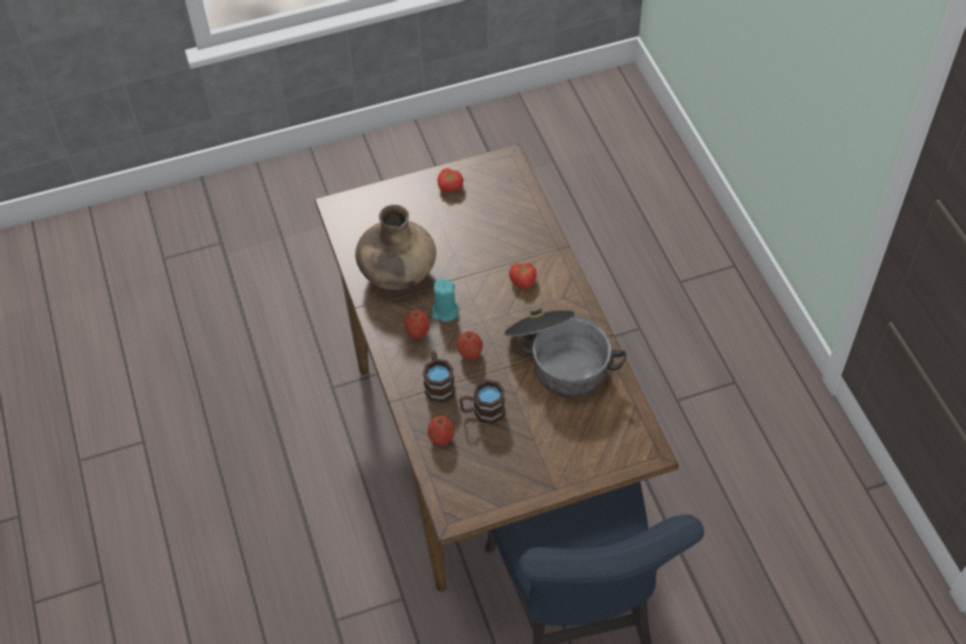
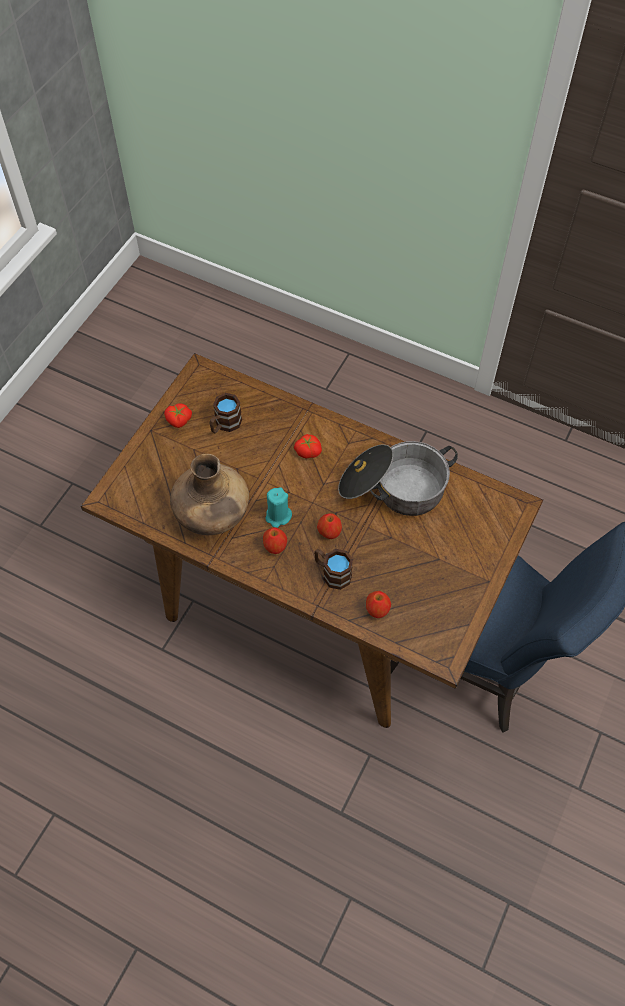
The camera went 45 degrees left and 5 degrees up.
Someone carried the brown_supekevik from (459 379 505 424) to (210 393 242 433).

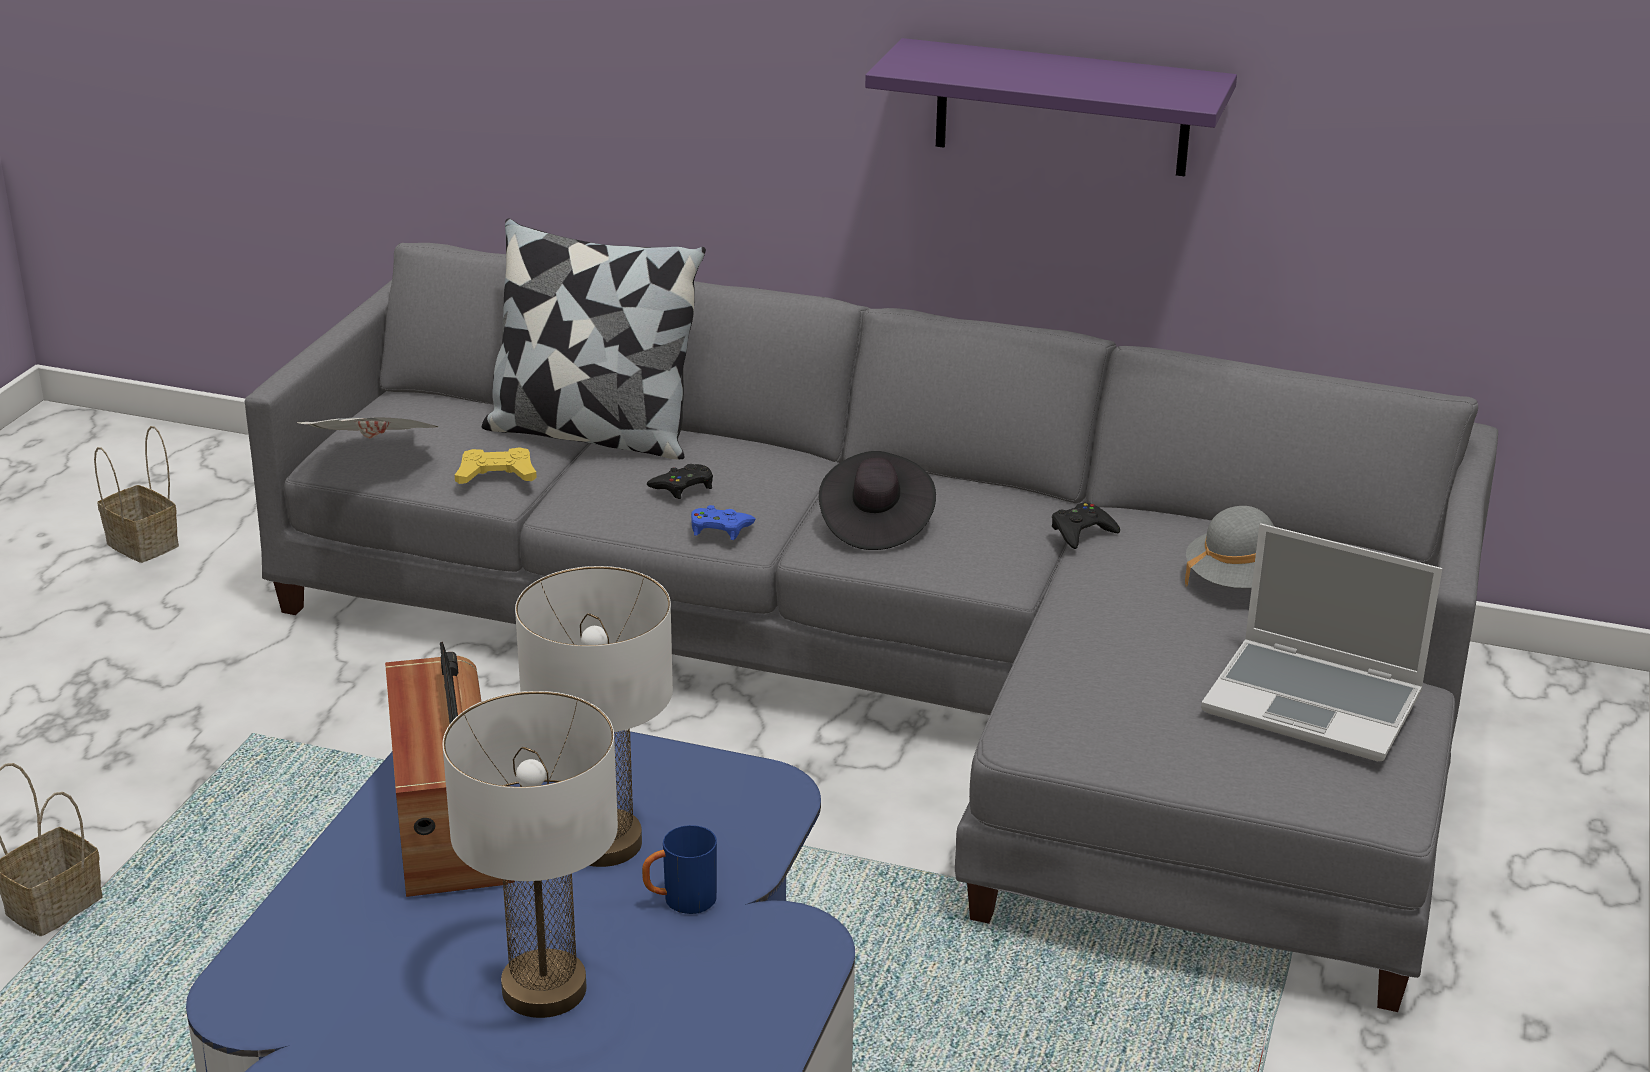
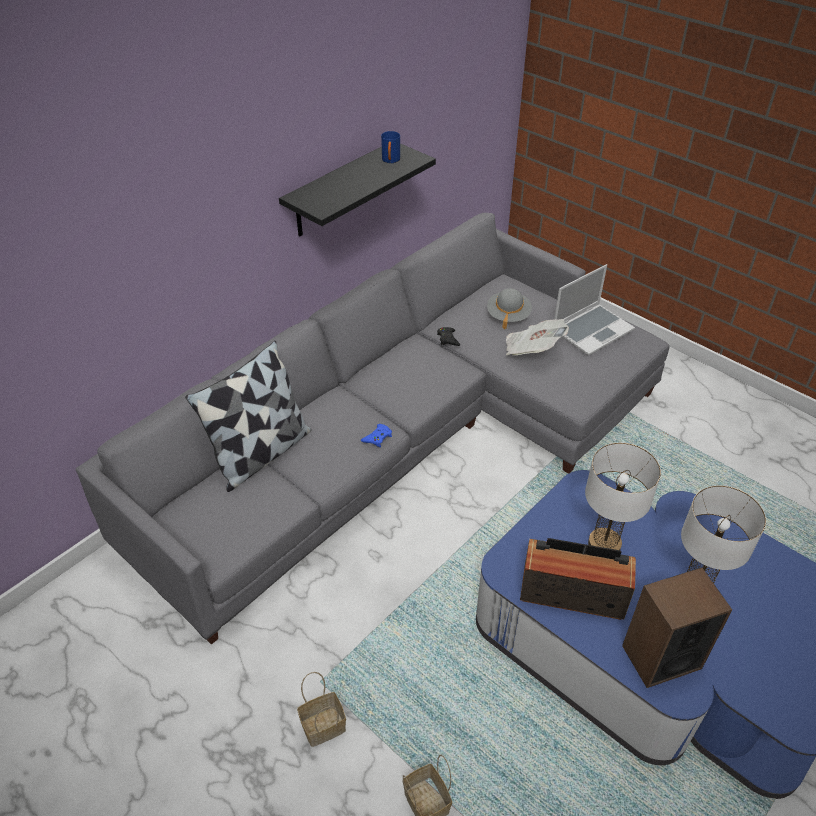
The camera went 65 degrees left and 15 degrees up.
Someone repainted the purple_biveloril at (865 38 1237 176), which became the black_biveloril at (279 143 436 237).
Someone carried the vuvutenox from (94 426 179 563) to (297 672 346 747).
Someone carried the blue_supekevik from (642 825 717 914) to (381 131 400 163).
Someone carried the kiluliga from (297 417 438 438) to (506 319 569 355).
Someone put down the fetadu at (622 568 732 688).
Someone took away the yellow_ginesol at (455 447 537 484).
Someone took away the black_ginesol at (647 464 713 499).
Someone took away the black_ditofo at (819 451 936 550).

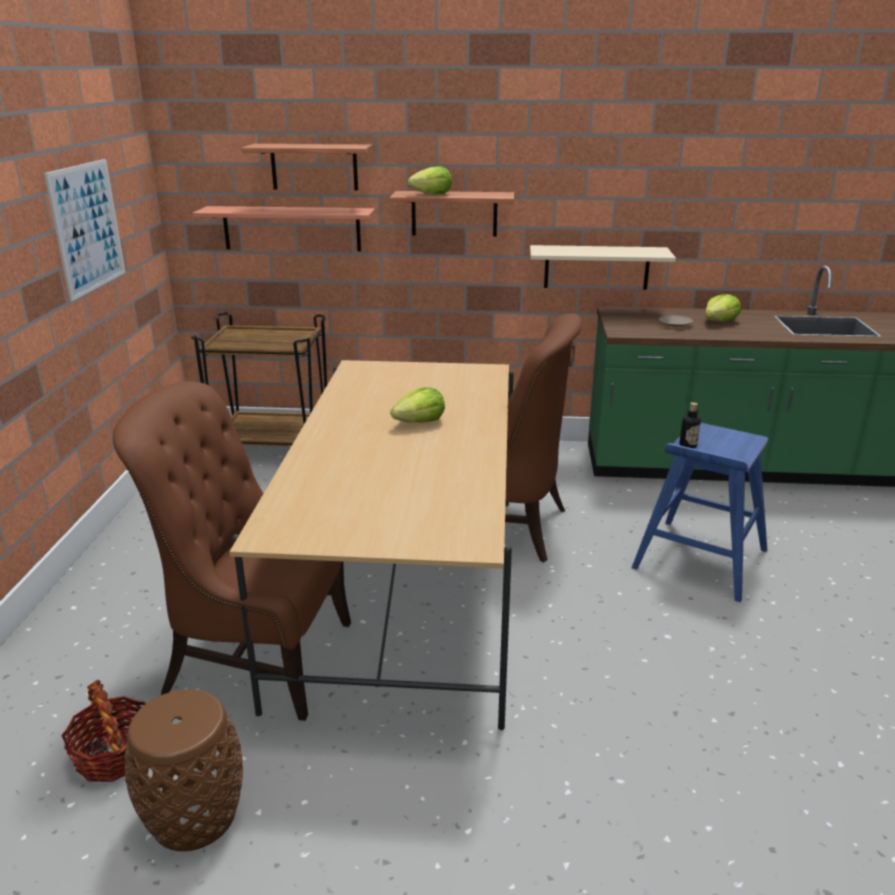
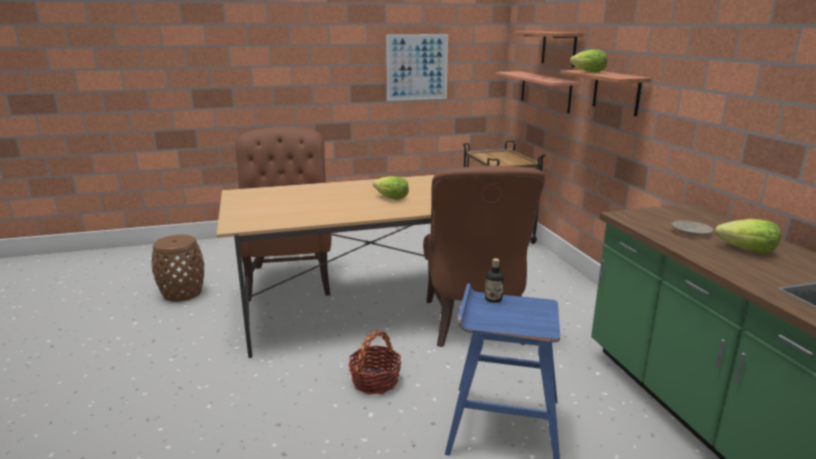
The camera went 70 degrees right and 5 degrees down.
Someone carried the vuvutenox from (61 680 146 782) to (348 330 402 394).
Someone took away the beige_biveloril at (530 245 676 290).

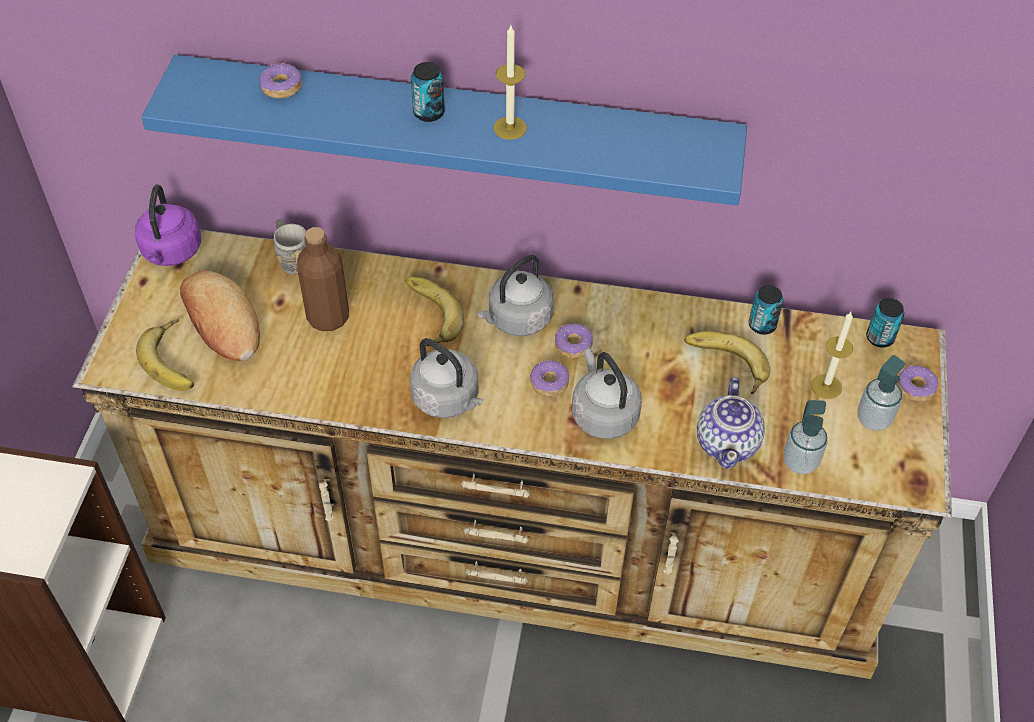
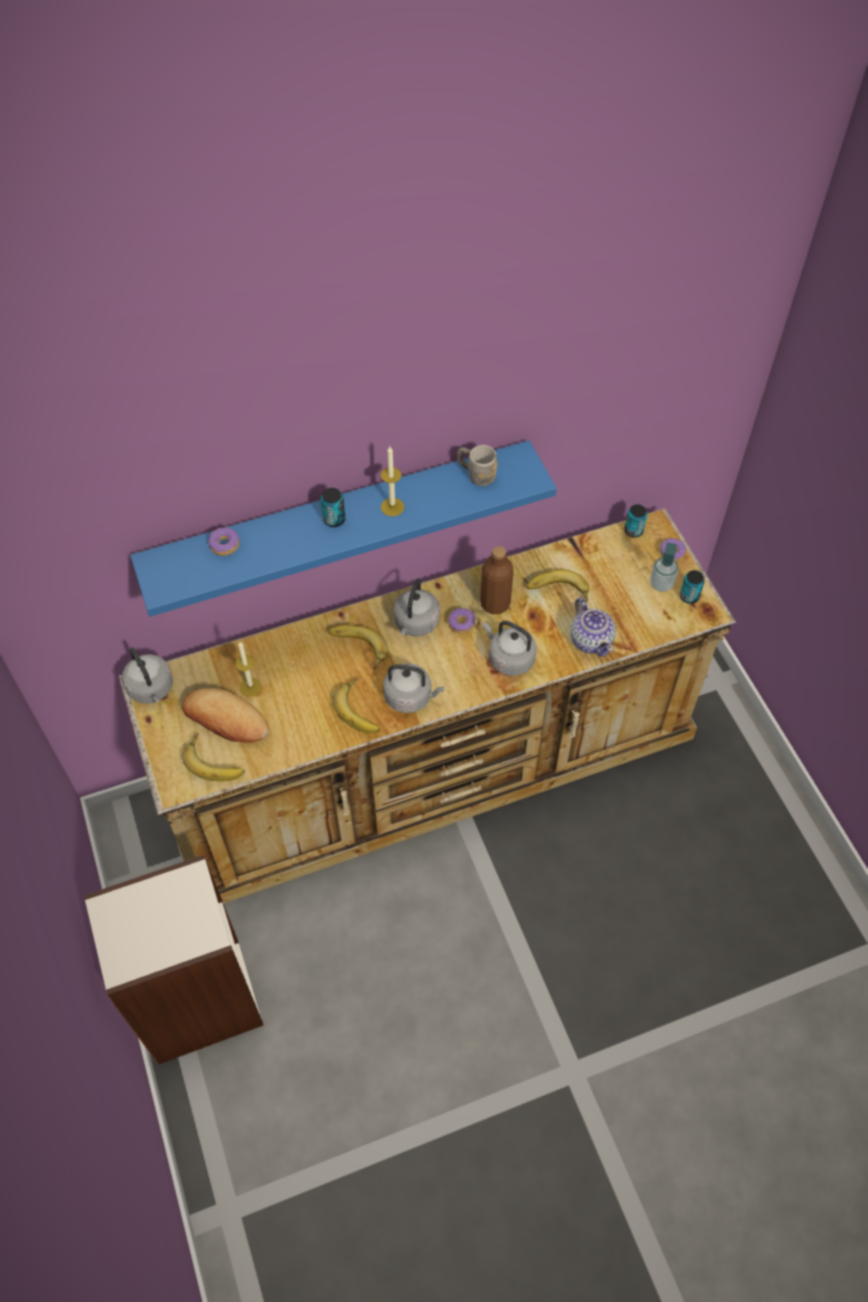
The camera went 30 degrees left and 5 degrees up.
Someone repainted the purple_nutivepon at (135 185 201 266), which became the grey_nutivepon at (122 647 173 704).
Someone carried the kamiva from (811 312 853 399) to (235 642 262 697).
Someone put down the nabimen at (333 678 380 734).
Someone carried the grey_supekevik from (274 219 306 275) to (457 445 498 486).
Someone carried the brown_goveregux from (297 227 349 331) to (480 546 514 614).
Someone carried the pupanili from (749 285 783 335) to (680 570 705 604).
Someone took away the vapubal at (530 360 569 397).
Someone took away the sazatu at (783 400 828 474).

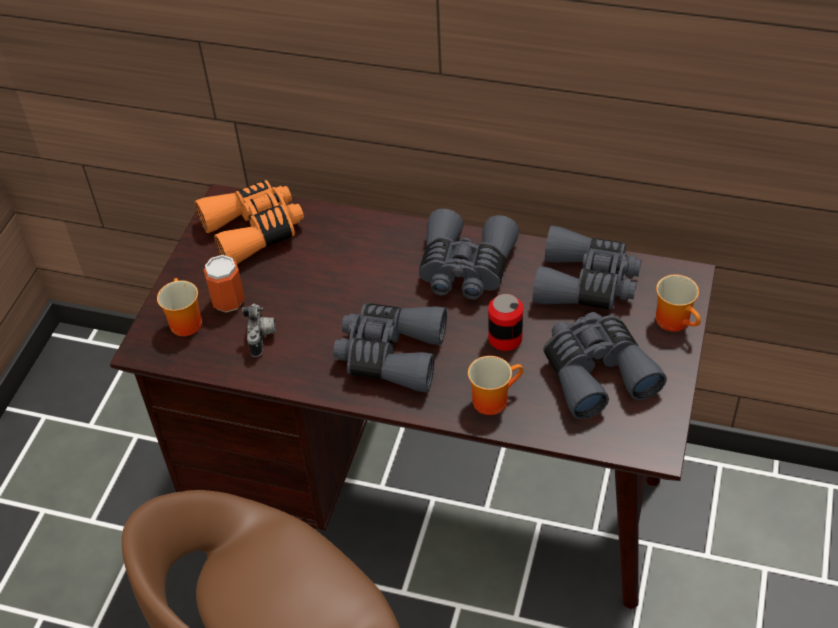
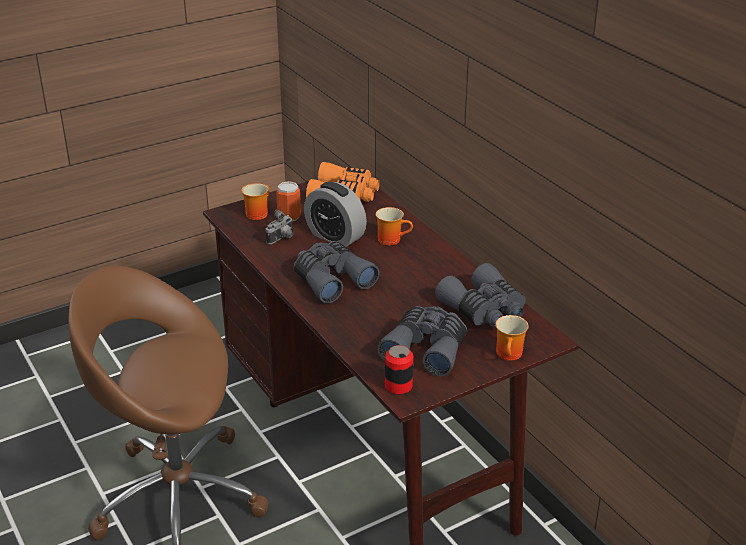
The camera went 40 degrees right and 15 degrees down.
Someone put down the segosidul at (304 182 367 247).
Someone carried the supekevik from (468 356 523 415) to (376 207 413 246).
Someone carried the pupanili from (488 294 523 351) to (385 345 413 395).
Someone took away the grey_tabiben at (419 209 519 300).

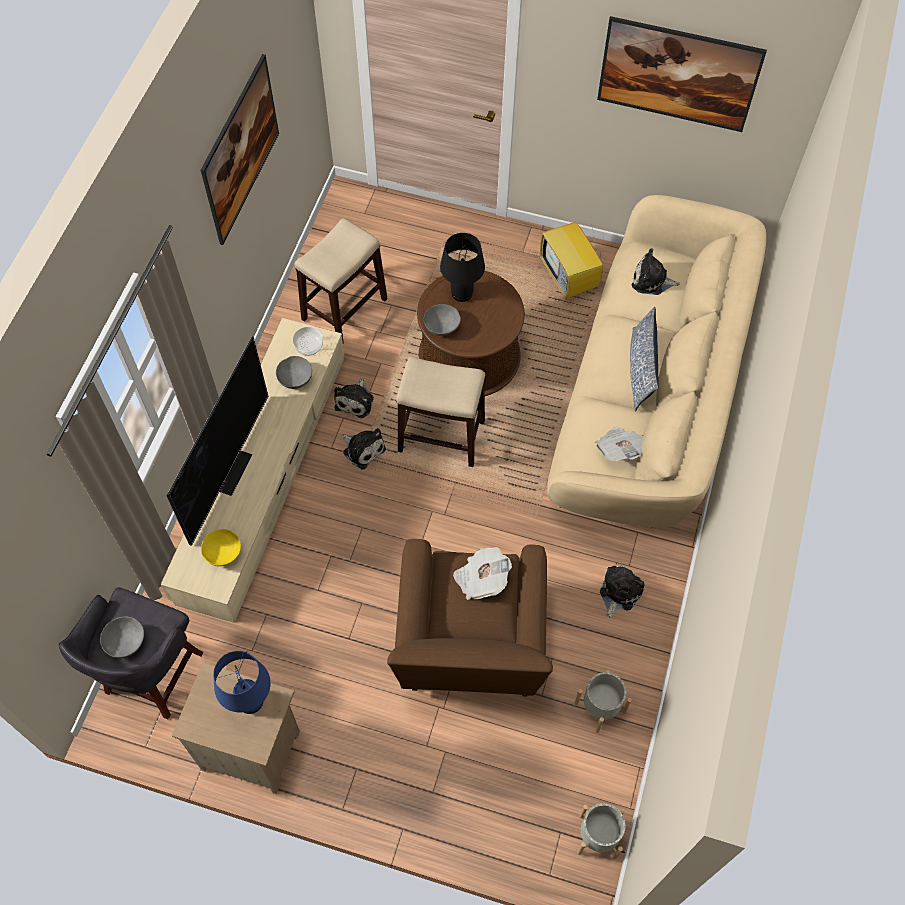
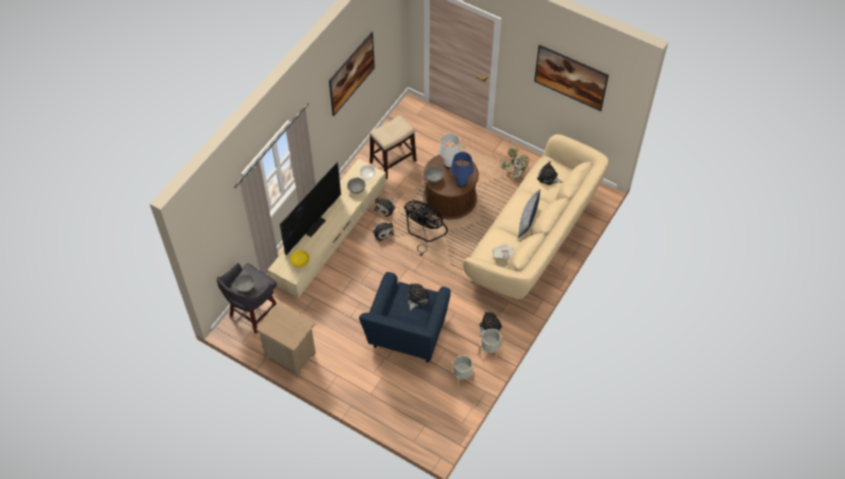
The camera went 15 degrees right and 5 degrees down.
Someone repainted the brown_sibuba at (387 539 553 696), which became the blue_sibuba at (359 272 451 363).
Someone swapped the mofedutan at (396 356 486 467) for the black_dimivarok at (404 200 448 256).
Someone swapped the kiluliga at (453 547 512 600) for the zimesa at (407 283 430 311).
Someone repainted the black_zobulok at (440 233 485 302), which became the white_zobulok at (438 133 461 168).
Someone carried the blue_zobulok from (213 651 271 714) to (451 152 474 187).
Someone carried the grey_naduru from (577 803 625 859) to (479 329 503 360).
Someone swapped the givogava at (540 217 604 299) for the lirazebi at (500 146 529 179).

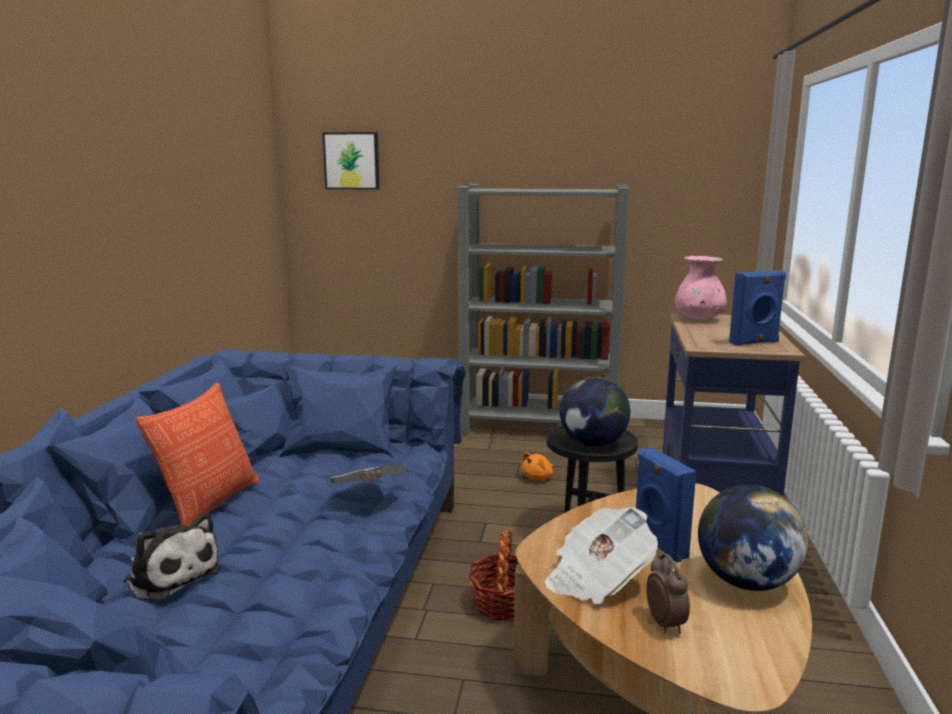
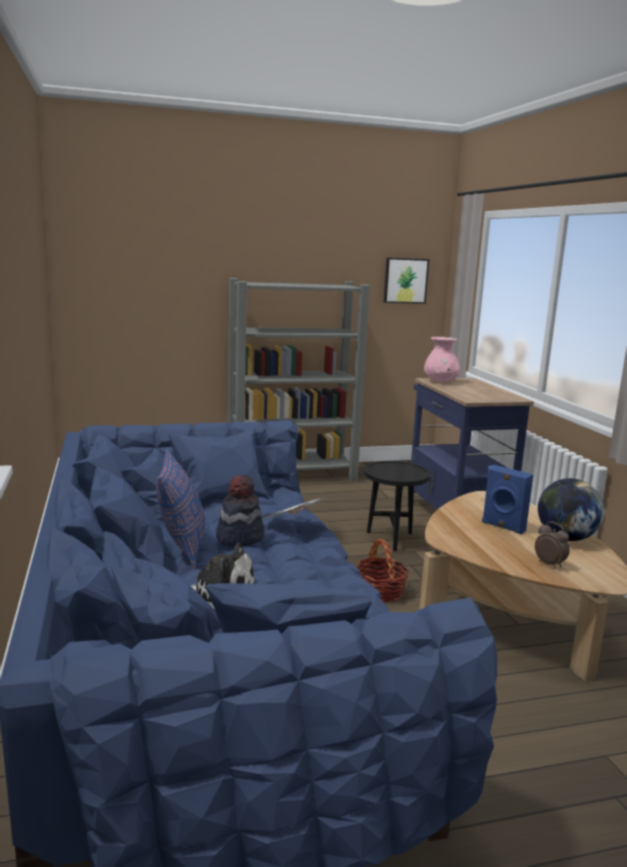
The camera went 25 degrees left and 0 degrees up.
Someone repainted the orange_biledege at (135 382 260 526), which became the blue_biledege at (156 448 205 569).
Someone put down the ditofo at (216 475 264 546).
Someone carried the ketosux from (322 132 380 190) to (384 258 429 304).
Someone took away the orange_zimesa at (521 452 554 480).
Someone took away the kiluliga at (545 507 658 604).
Someone took away the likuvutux at (560 377 630 447).
Someone took away the blue_fetadu at (729 270 787 346).

